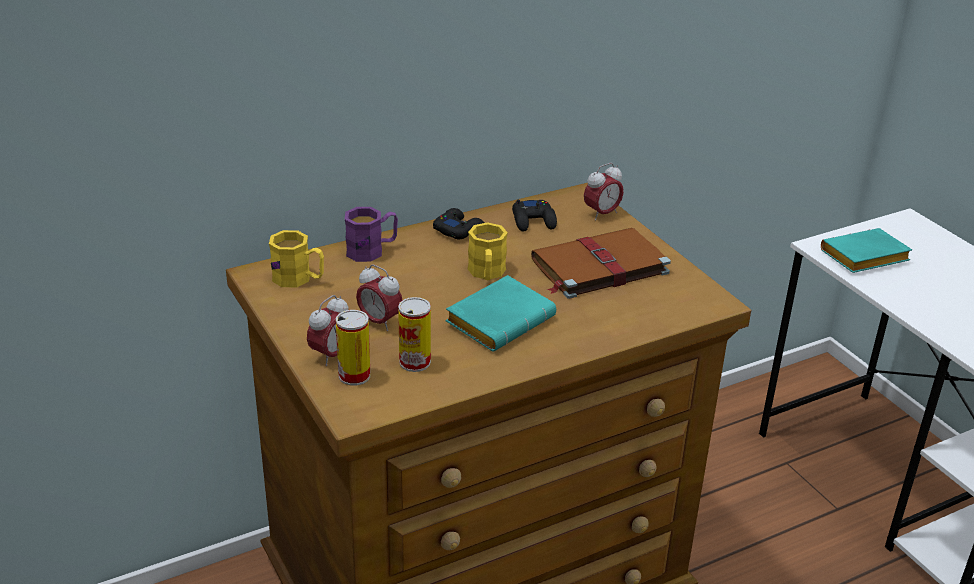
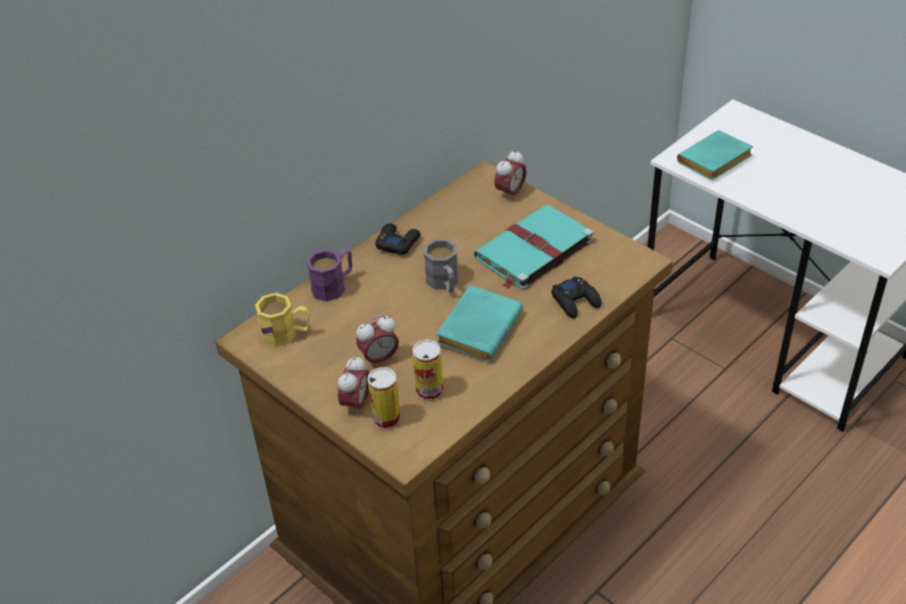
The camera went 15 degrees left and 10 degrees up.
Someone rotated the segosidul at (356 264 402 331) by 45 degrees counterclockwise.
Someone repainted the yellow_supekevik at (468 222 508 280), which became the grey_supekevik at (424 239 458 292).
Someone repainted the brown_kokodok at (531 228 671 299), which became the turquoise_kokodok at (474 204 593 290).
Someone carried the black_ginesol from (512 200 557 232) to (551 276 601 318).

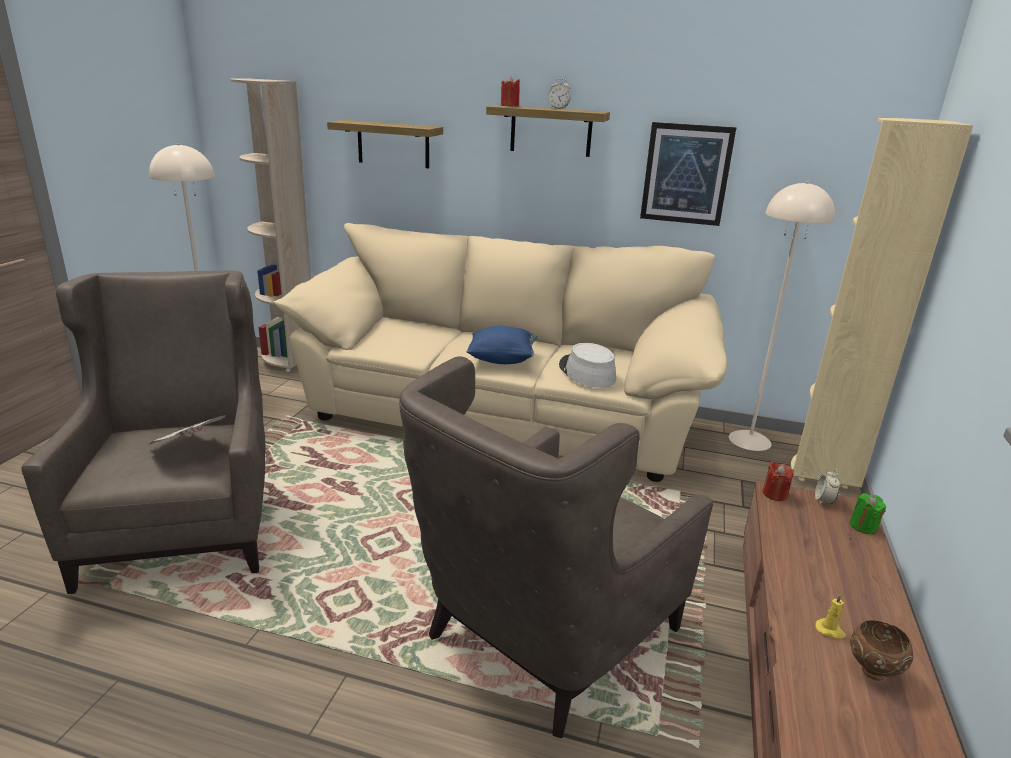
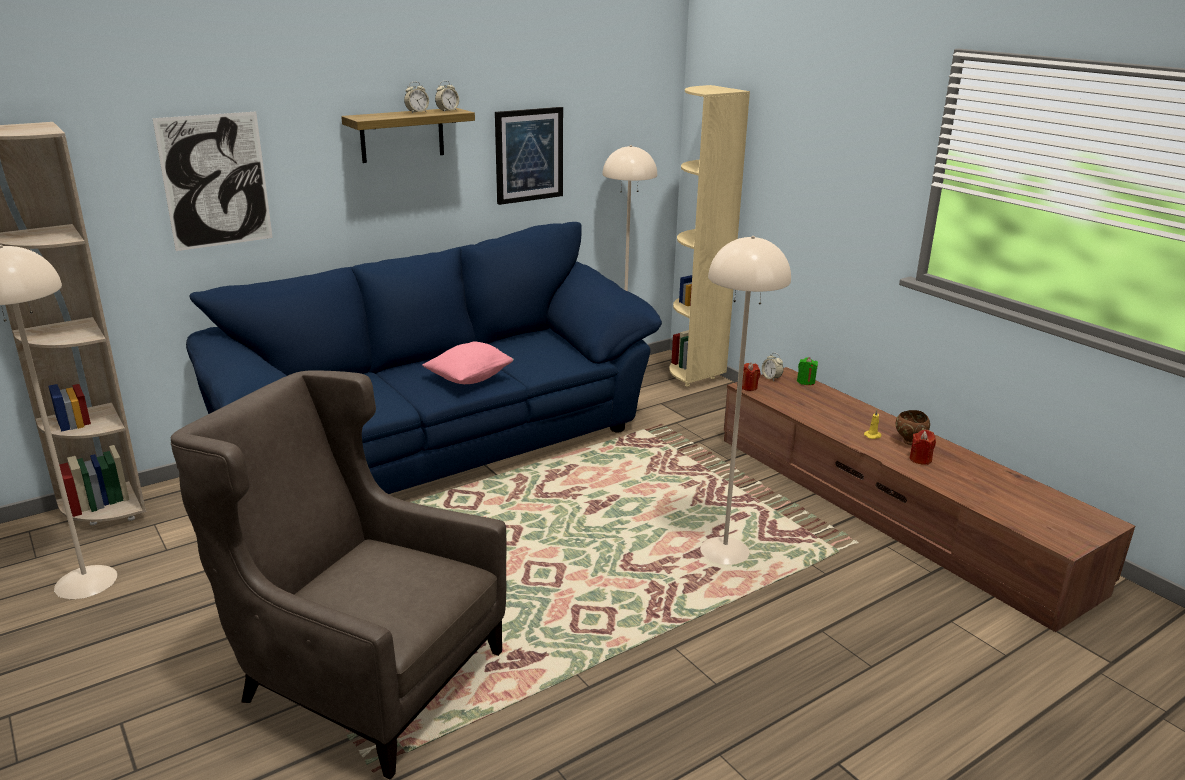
The camera went 50 degrees left and 0 degrees up.
Someone swapped the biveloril at (327 120 443 168) for the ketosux at (152 111 273 251).
Someone repainted the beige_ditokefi at (273 223 727 482), which became the blue_ditokefi at (186 222 662 494).
Someone repainted the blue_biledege at (467 326 538 364), which became the pink_biledege at (422 341 514 384).
Someone put down the segosidul at (435 81 459 112).
Someone swapped the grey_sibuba at (399 356 713 738) for the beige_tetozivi at (700 236 791 565).
Someone carried the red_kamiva from (501 76 520 106) to (910 430 936 465).
Someone took away the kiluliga at (148 415 226 445).
Someone took away the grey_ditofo at (559 343 616 388).

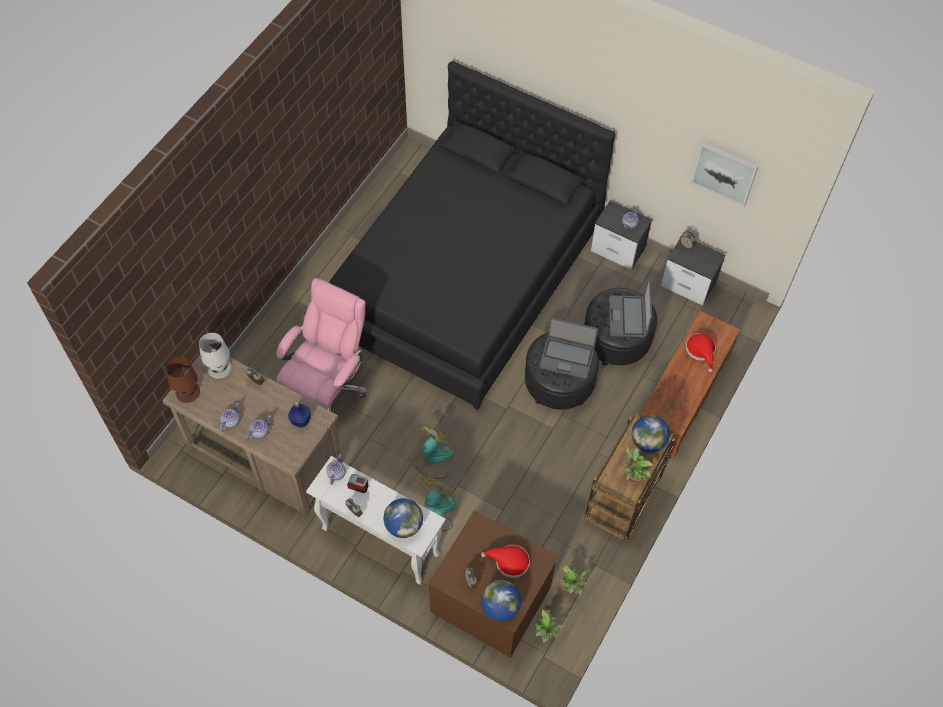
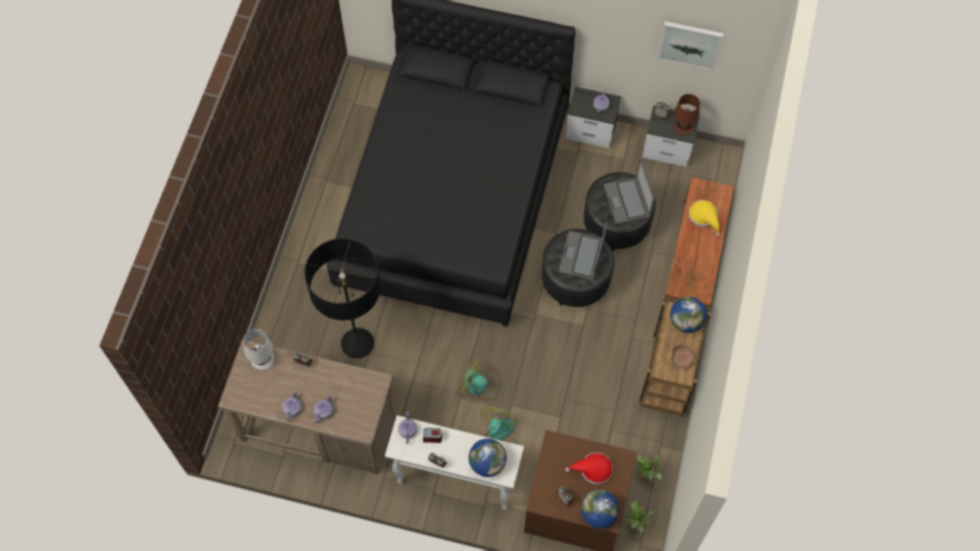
The camera went 15 degrees left and 5 degrees up.
Someone swapped the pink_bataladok at (276 278 367 411) for the black_tetozivi at (304 238 381 358).
Someone rotated the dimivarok at (416 423 453 479) by 90 degrees counterclockwise.
Someone rotated the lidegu at (540 317 598 379) by 105 degrees clockwise.
Someone swapped the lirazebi at (623 446 654 483) for the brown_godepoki at (671 345 696 368).
Someone carried the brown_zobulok from (166 357 200 403) to (673 94 700 135).
Someone repainted the red_ditofo at (686 333 716 372), which became the yellow_ditofo at (689 200 720 236).
Someone took away the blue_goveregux at (288 401 311 428).

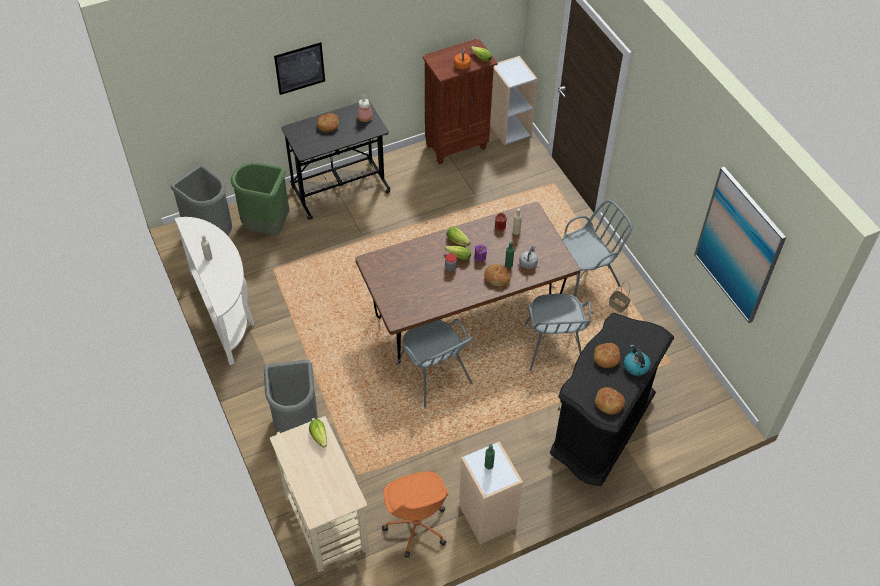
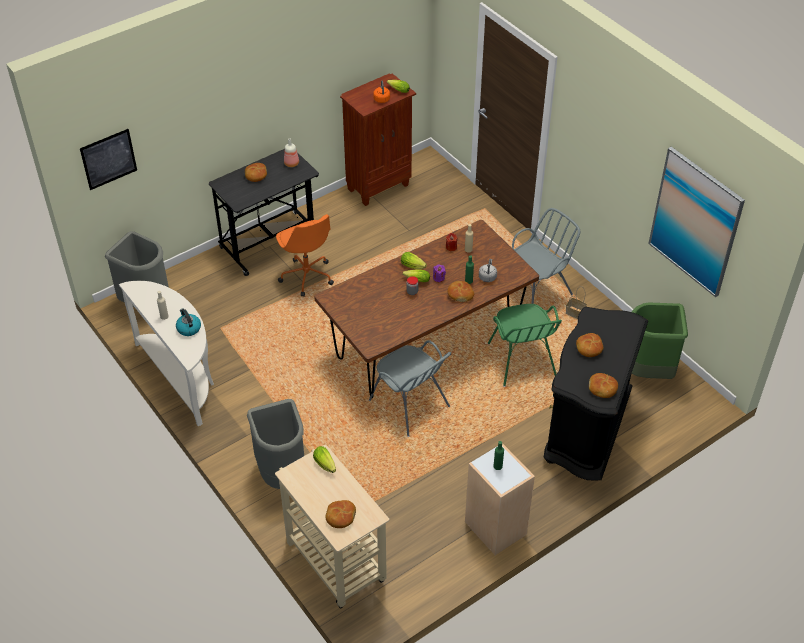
The camera went 10 degrees left and 5 degrees down.
Someone carried the ketosux from (274 42 325 95) to (80 129 137 190).
Someone carried the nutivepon from (624 345 651 376) to (176 309 201 336).
Someone carried the orange_bataladok from (382 471 449 558) to (276 214 334 296).
Someone put down the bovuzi at (325 500 356 528).
Someone repainted the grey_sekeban at (524 294 591 372), which became the green_sekeban at (488 304 562 387).
Someone carried the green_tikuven from (231 162 289 235) to (632 303 688 379).
Someone took away the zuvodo at (490 56 537 145).

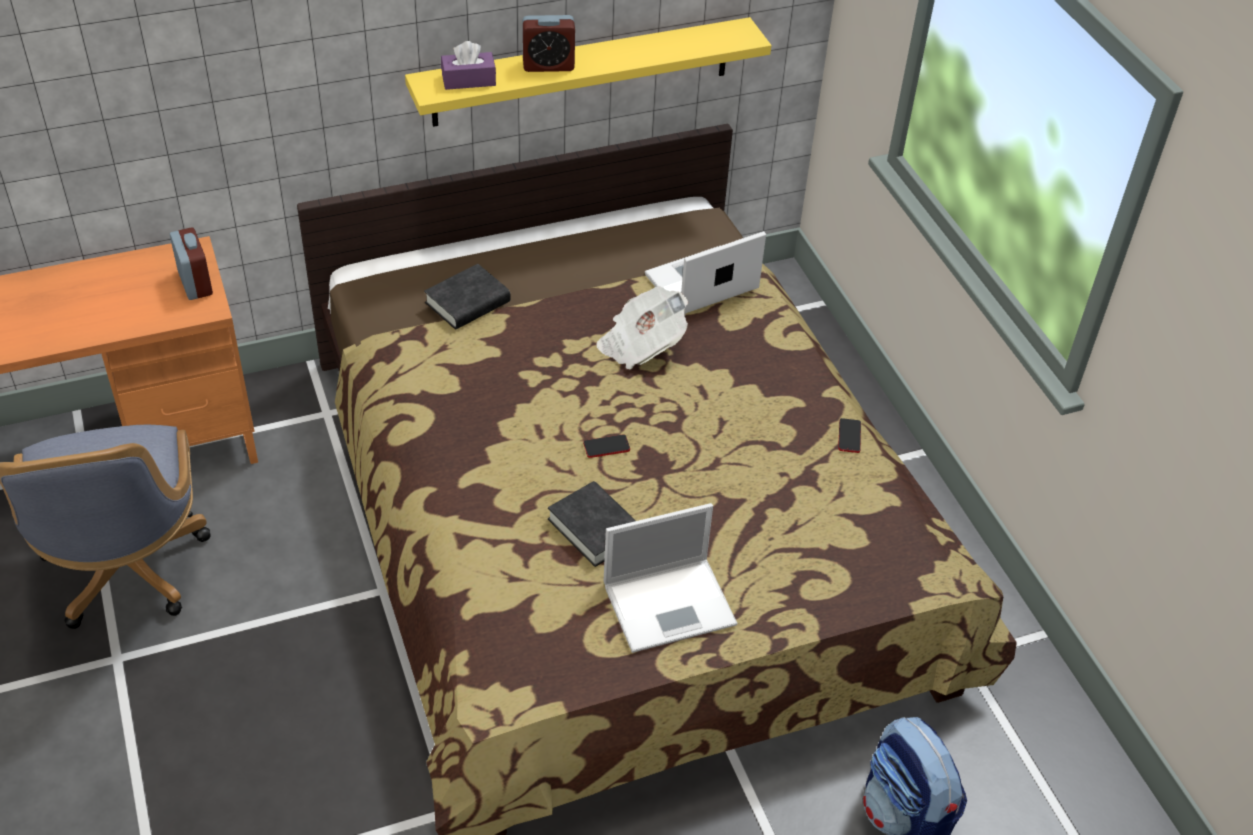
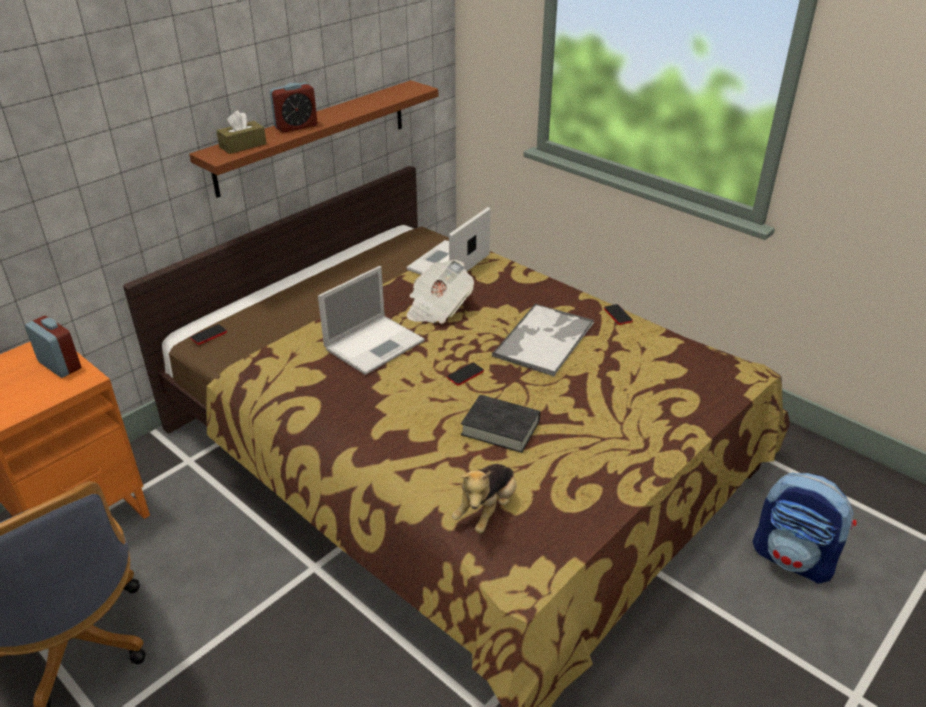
The camera went 25 degrees left and 10 degrees down.
Someone repainted the yellow_biveloril at (405 17 771 127), which became the brown_biveloril at (189 80 438 198).
Someone put down the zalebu at (190 324 227 345).
Someone repainted the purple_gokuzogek at (441 41 496 90), which became the brown_gokuzogek at (216 110 267 154).
Someone carried the lidegu from (604 503 737 653) to (318 266 424 375).
Someone put down the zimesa at (452 464 517 533).
Someone put down the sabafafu at (492 303 594 377).
Someone took away the black_kokodok at (424 264 511 329).

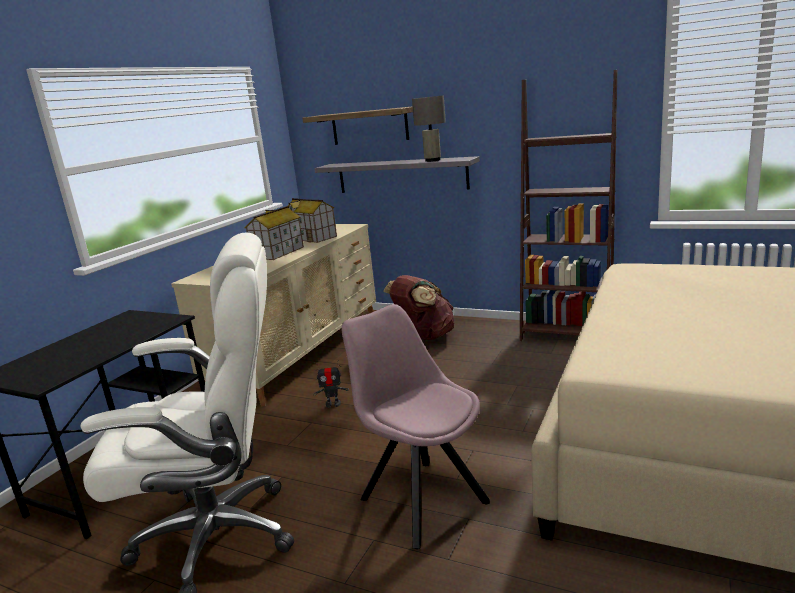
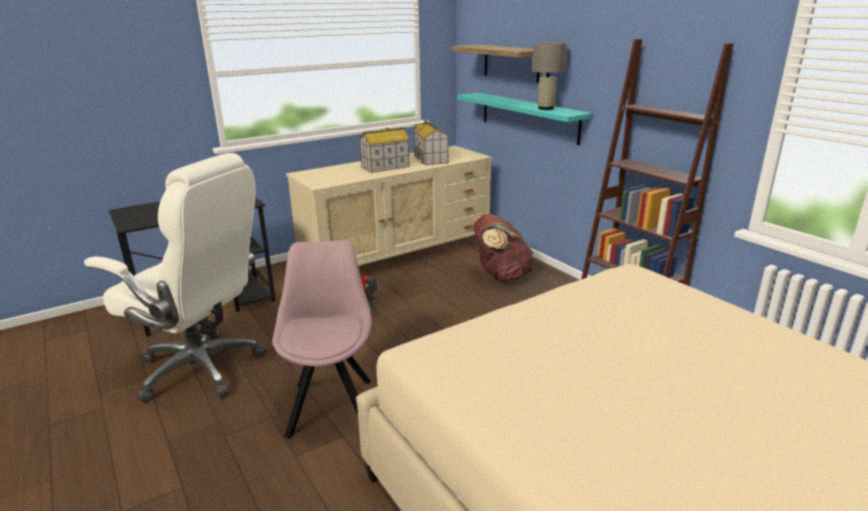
The camera went 30 degrees right and 5 degrees up.
Someone repainted the grey_biveloril at (314 156 480 193), which became the turquoise_biveloril at (457 93 592 145).

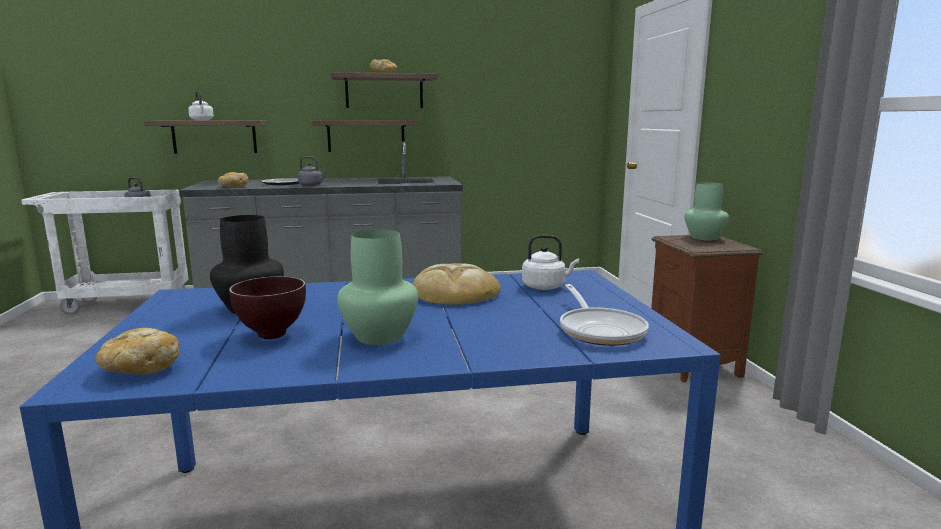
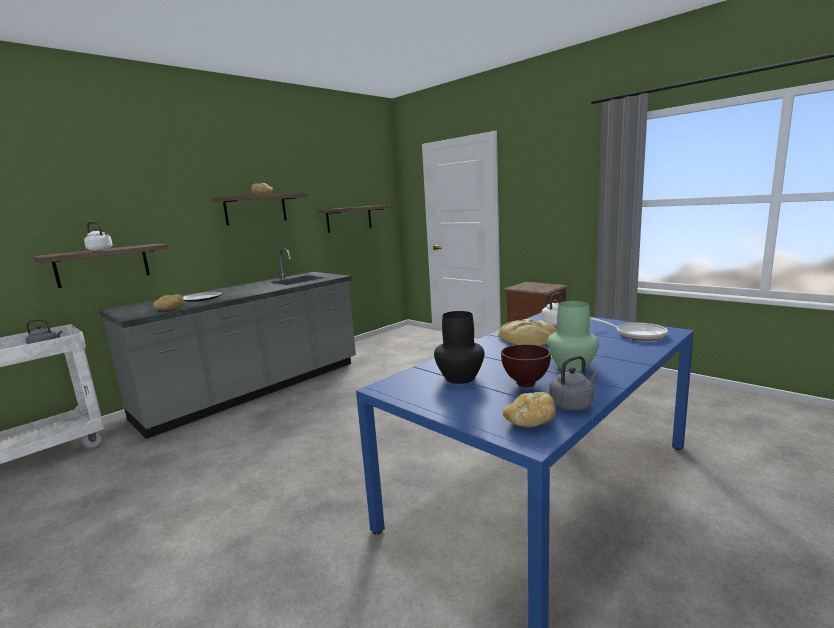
The camera went 35 degrees left and 0 degrees up.
Someone carried the biveloril from (312 120 419 152) to (318 205 392 233).
Someone carried the grey_nutivepon from (298 156 327 186) to (549 356 598 411).
Someone took away the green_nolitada at (685 182 729 241).

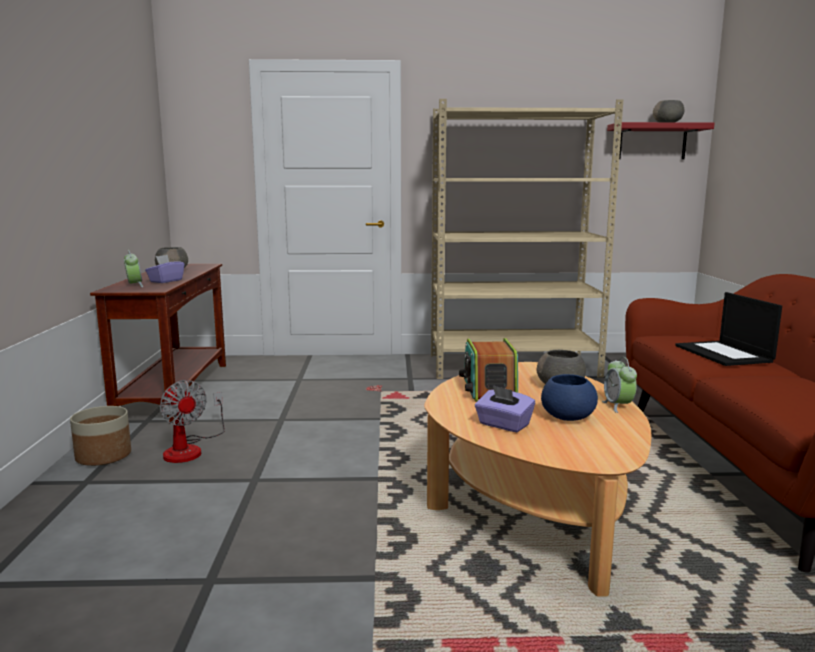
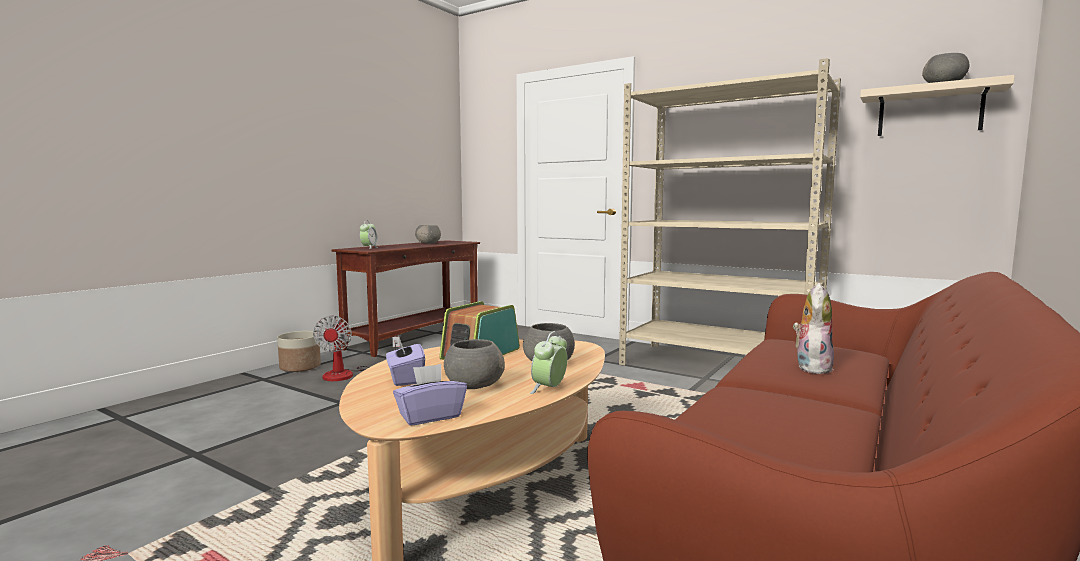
The camera went 35 degrees right and 5 degrees down.
Someone carried the purple_gokuzogek from (145 255 184 283) to (393 364 467 426).
Someone repainted the blue_godepoki at (541 374 598 421), which became the grey_godepoki at (444 339 505 389).
Someone swapped the lidegu at (675 292 782 366) for the zimesa at (793 283 834 374).
Someone repainted the red_biveloril at (607 122 714 159), which became the beige_biveloril at (860 75 1015 136).

